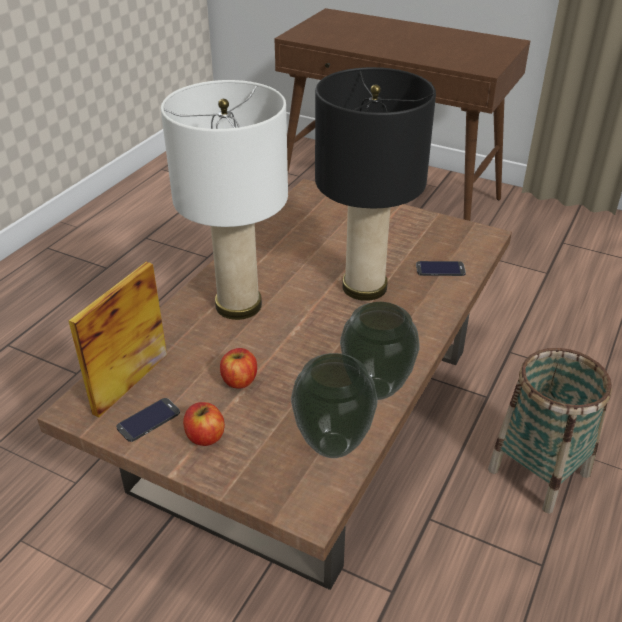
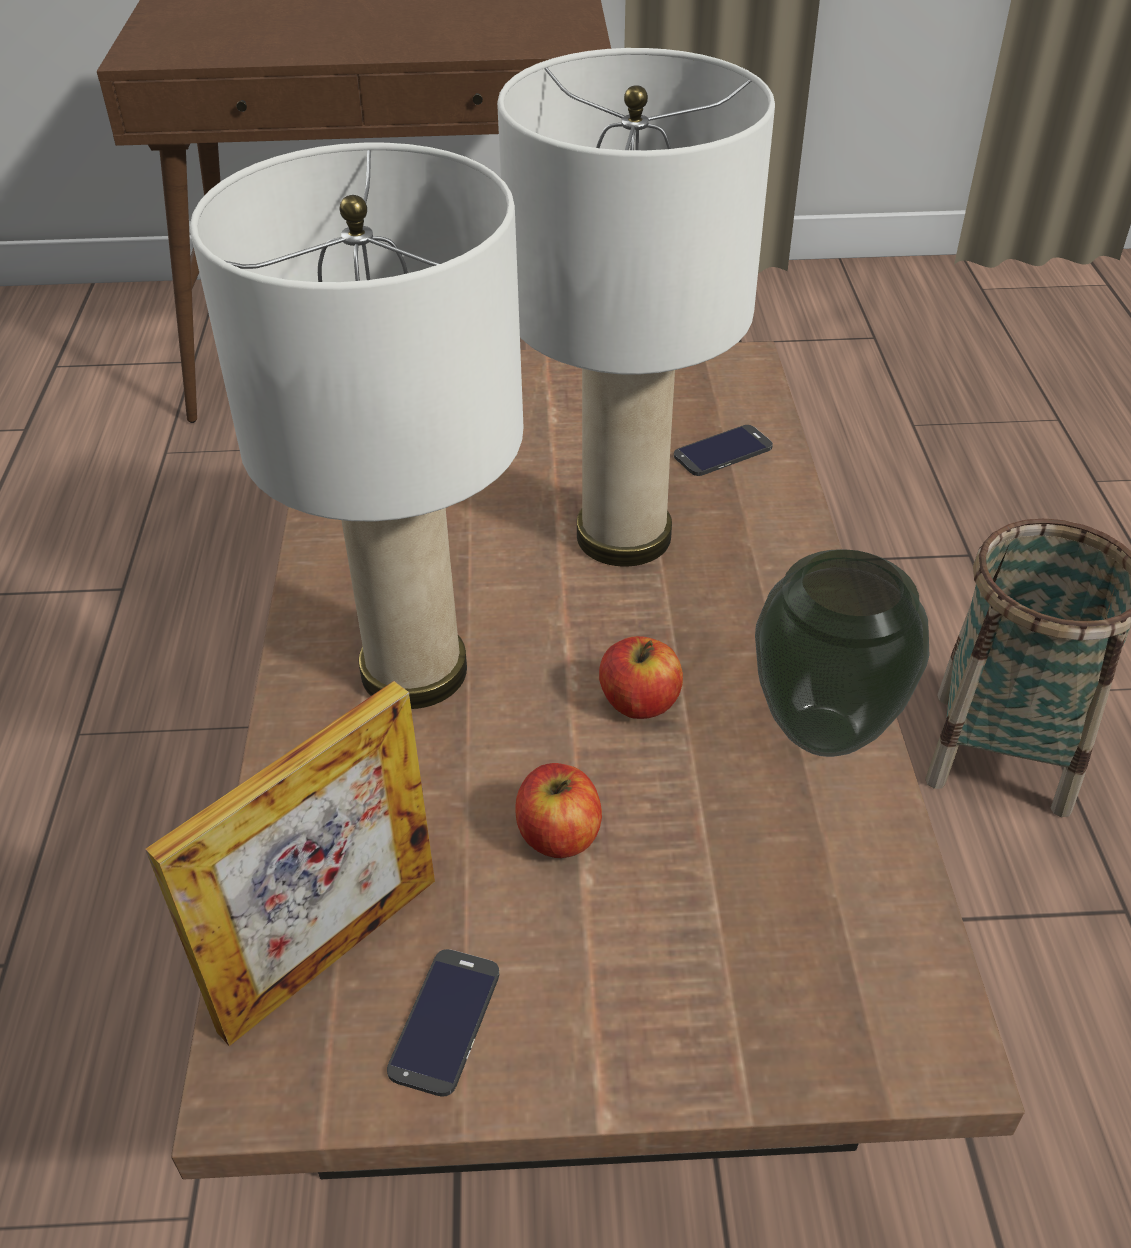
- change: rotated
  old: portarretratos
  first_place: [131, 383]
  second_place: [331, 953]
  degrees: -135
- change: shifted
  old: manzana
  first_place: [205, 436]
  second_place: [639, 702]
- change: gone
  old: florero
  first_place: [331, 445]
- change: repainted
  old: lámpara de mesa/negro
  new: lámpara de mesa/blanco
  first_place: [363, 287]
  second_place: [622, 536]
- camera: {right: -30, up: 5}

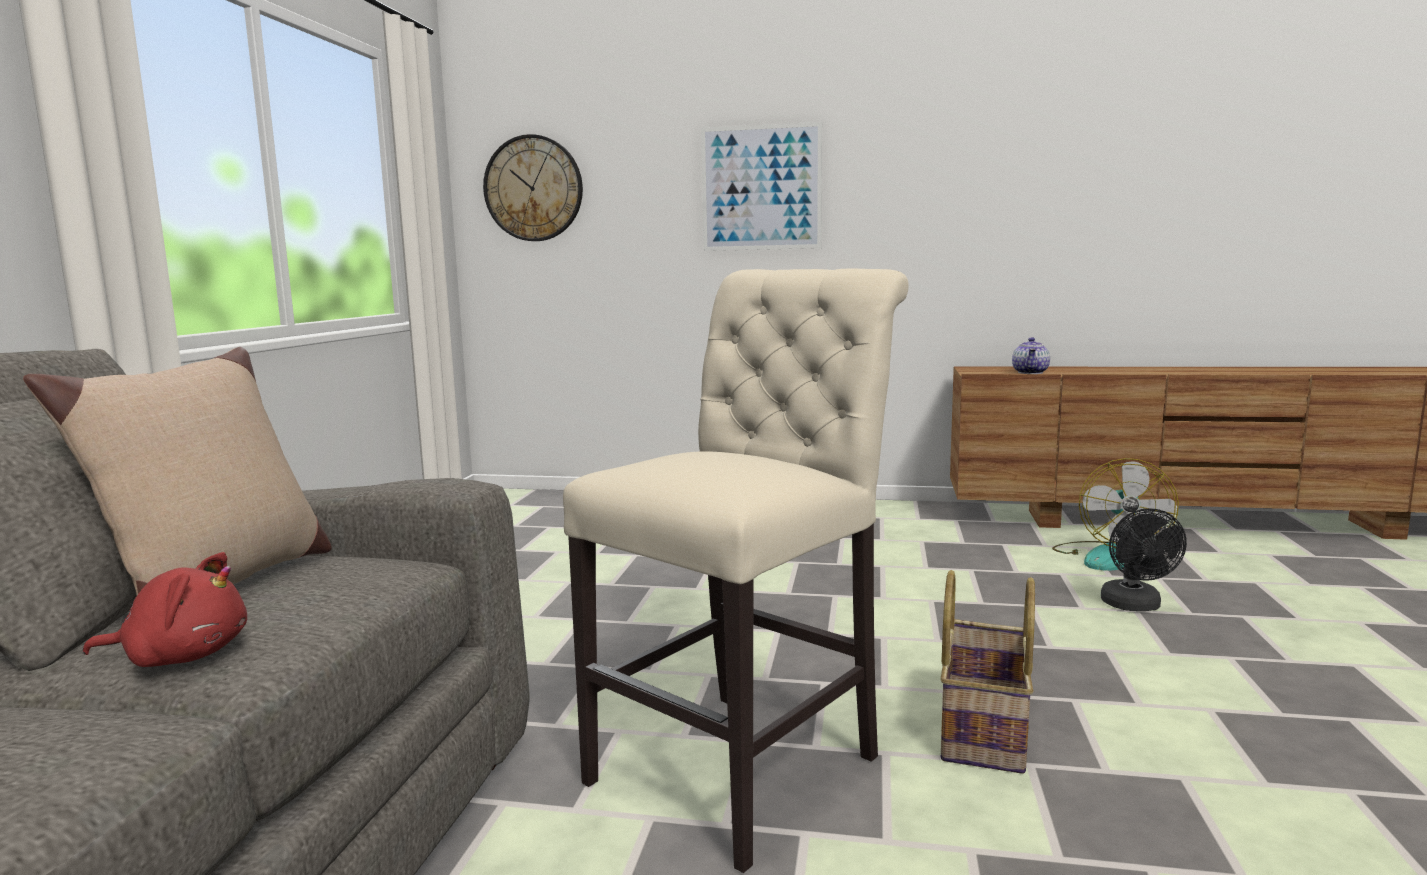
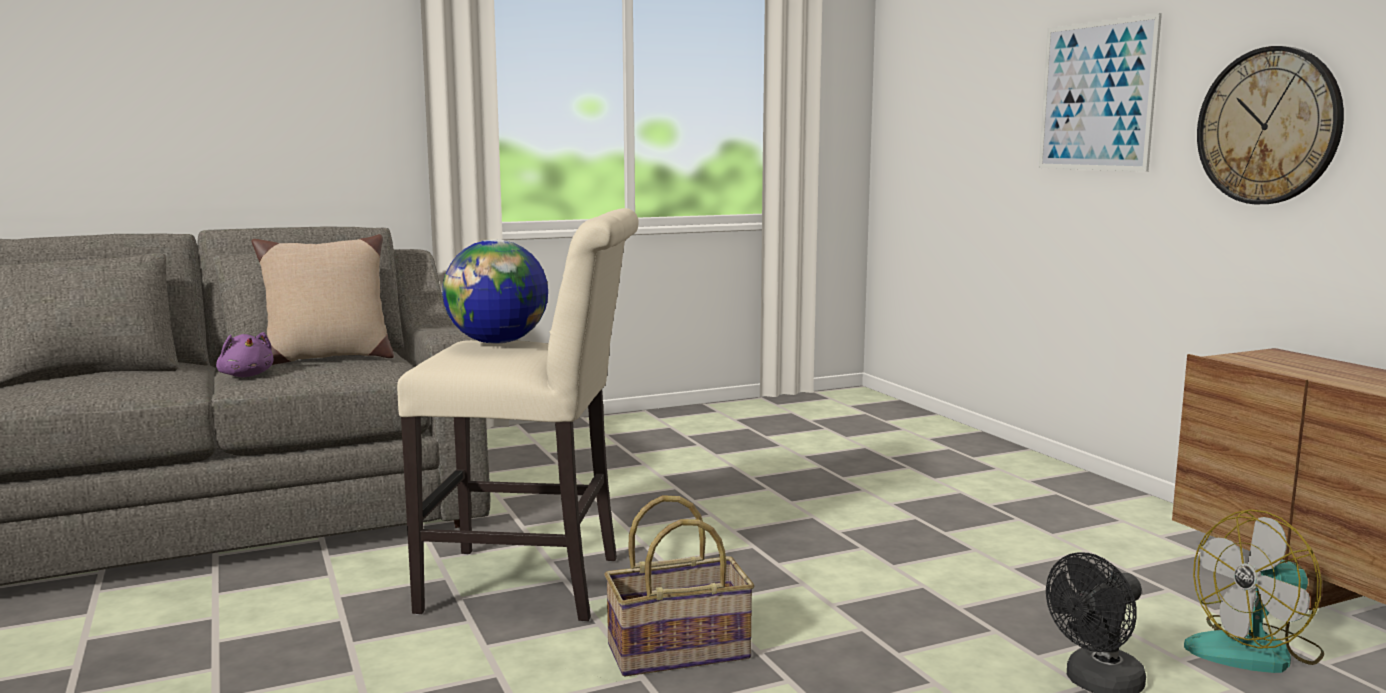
- change: repainted
  old: peluche/rojo
  new: peluche/morado
  first_place: [182, 656]
  second_place: [246, 375]
- change: shifted
  old: reloj de pared
  first_place: [533, 188]
  second_place: [1268, 126]
- change: gone
  old: tetera
  first_place: [1031, 372]
- change: new
  new: globo terráqueo
  second_place: [498, 343]
- camera: {right: 55, up: 0}

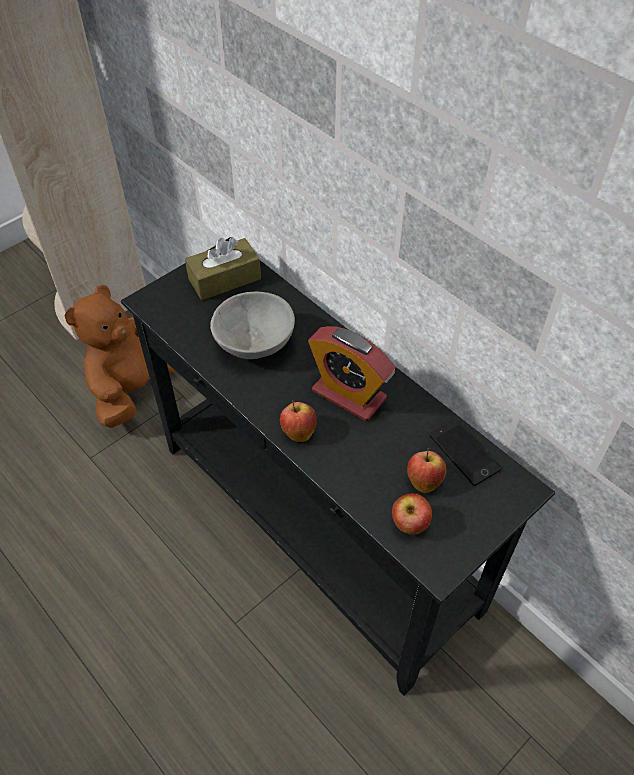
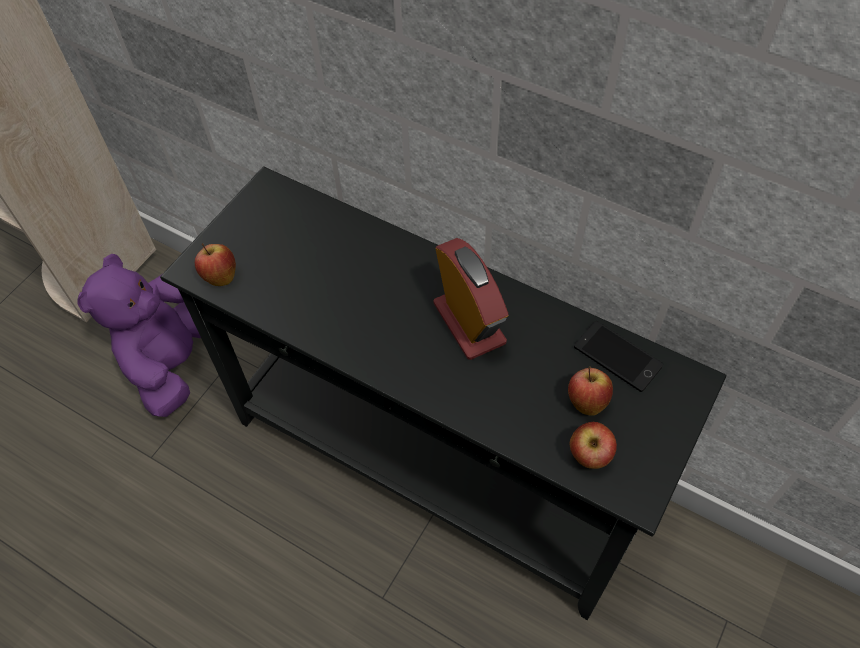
- change: repainted
  old: peluche/marrón
  new: peluche/morado
  first_place: [133, 388]
  second_place: [173, 361]
- change: gone
  old: caja de pañuelos/marrón
  first_place: [224, 279]
- change: gone
  old: cuenco/gris
  first_place: [255, 346]
- change: shifted
  old: manzana
  first_place: [298, 432]
  second_place: [220, 276]
- change: rotated
  old: despertador
  first_place: [349, 395]
  second_place: [469, 323]
  degrees: -135
- camera: {right: -15, up: 5}

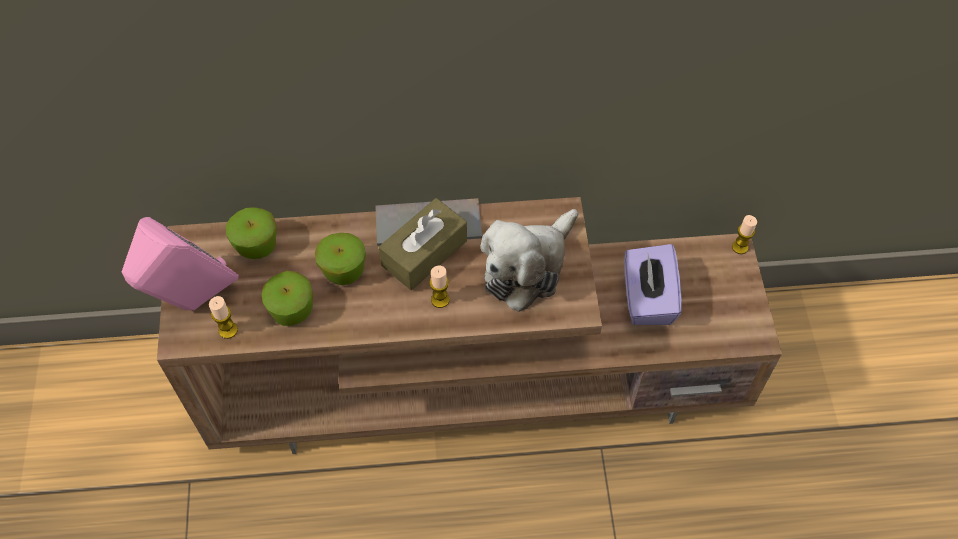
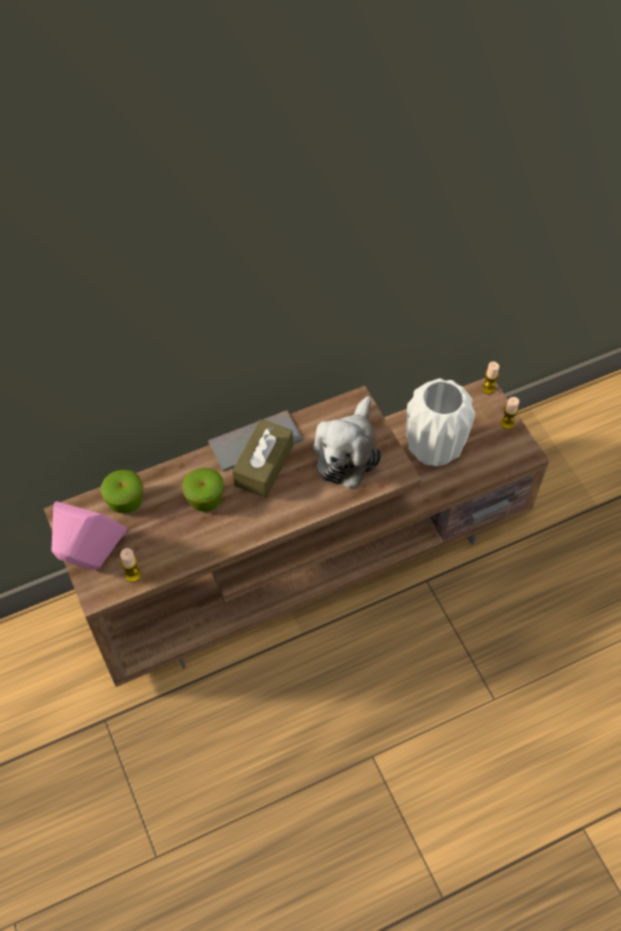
- change: gone
  old: manzana
  first_place: [292, 310]
- change: shifted
  old: vela
  first_place: [440, 300]
  second_place: [507, 423]
- change: swapped
  old: caja de pañuelos/morado
  new: florero/blanco
  first_place: [647, 298]
  second_place: [434, 450]
- camera: {right: -20, up: 0}

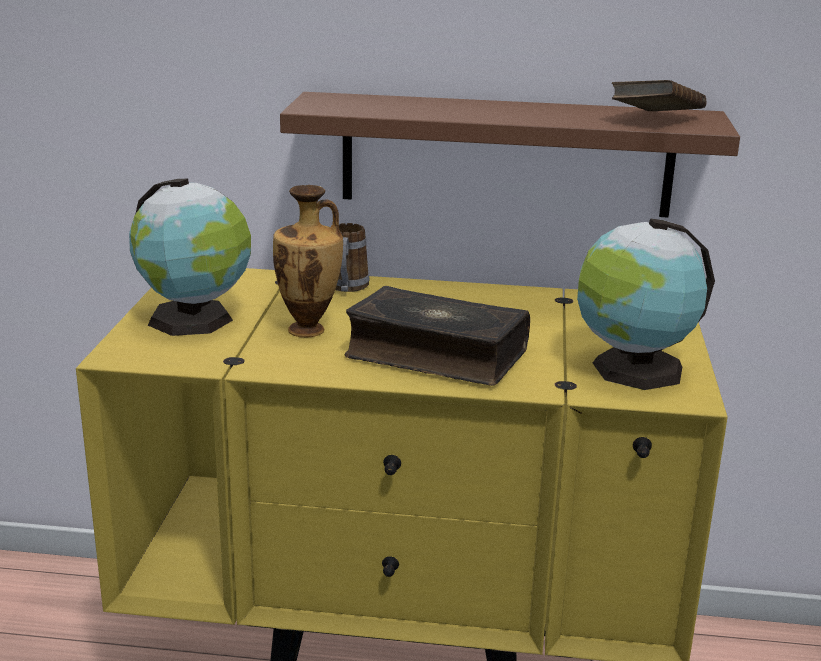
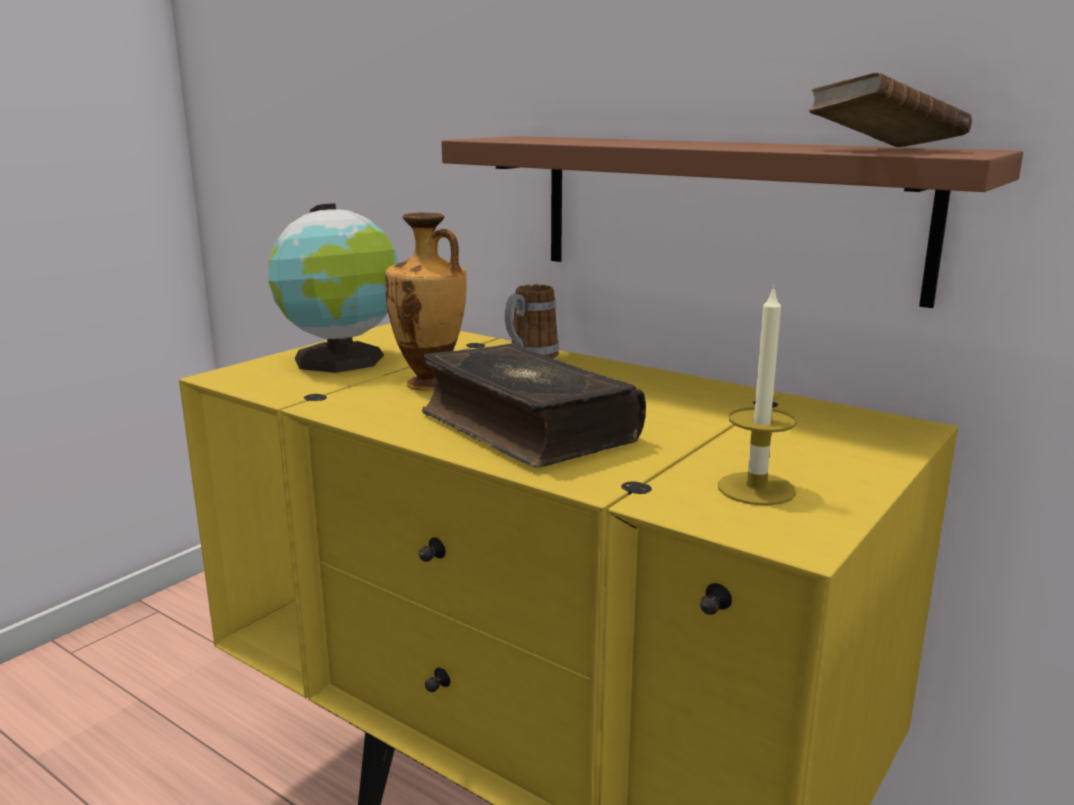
- change: swapped
  old: globo terráqueo
  new: vela
  first_place: [633, 370]
  second_place: [756, 489]
- camera: {right: 30, up: -5}

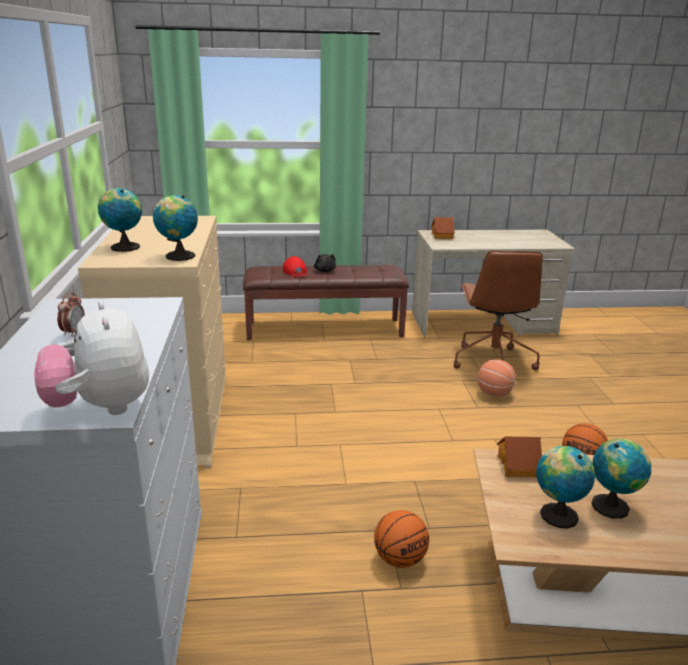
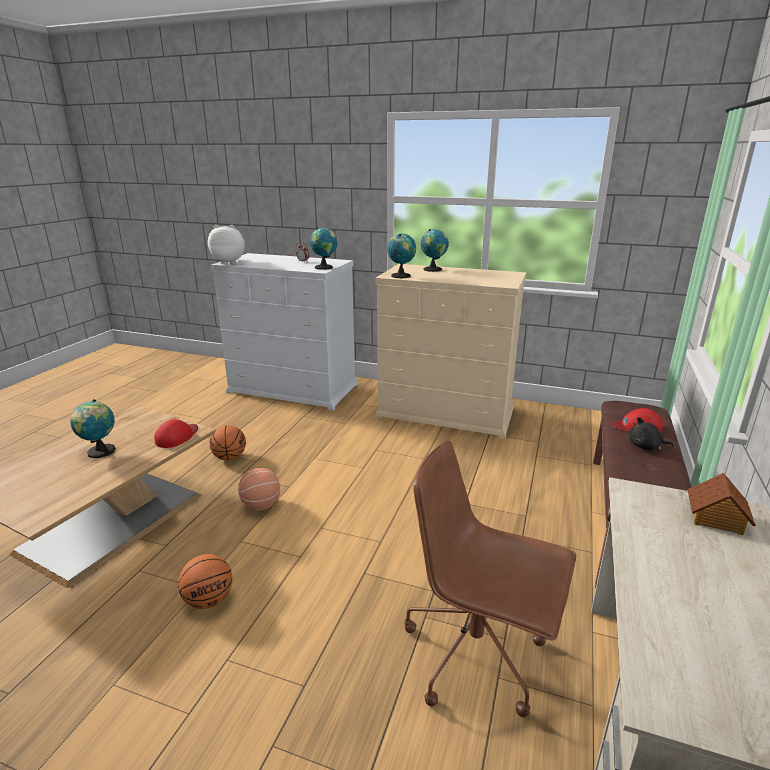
- change: shifted
  old: balón de baloncesto
  first_place: [494, 394]
  second_place: [261, 505]
- change: swapped
  old: casita
  new: gorra/rojo
  first_place: [518, 466]
  second_place: [177, 436]
- change: shifted
  old: globo terráqueo
  first_place: [556, 514]
  second_place: [325, 267]
- camera: {right: 115, up: 0}

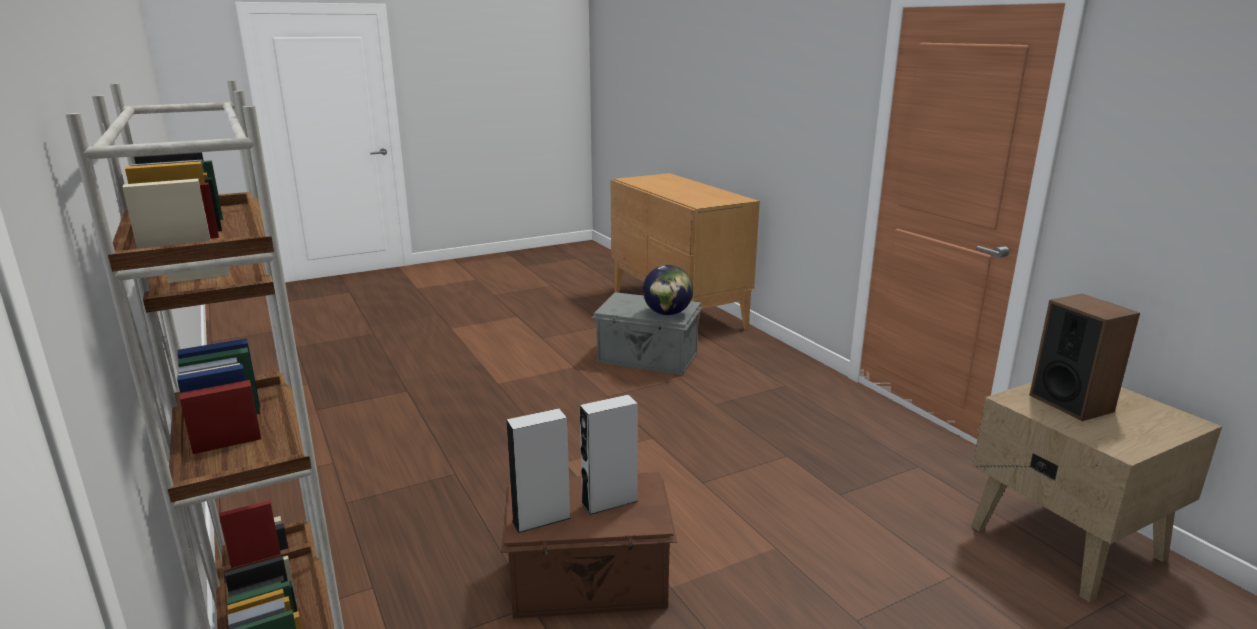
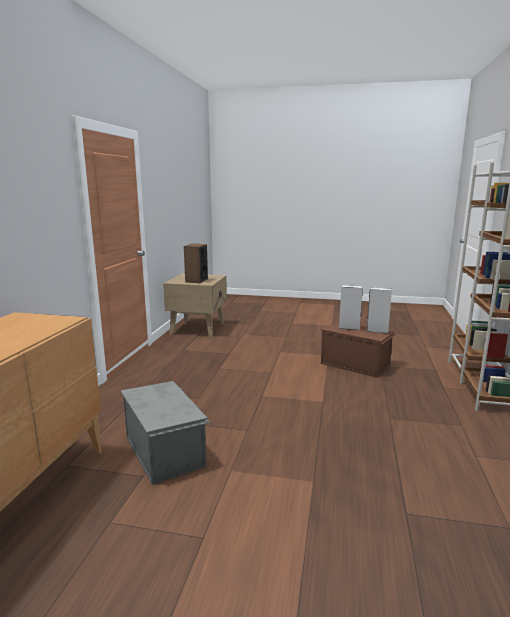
- change: gone
  old: globo terráqueo
  first_place: [667, 313]
- camera: {right: -140, up: -5}

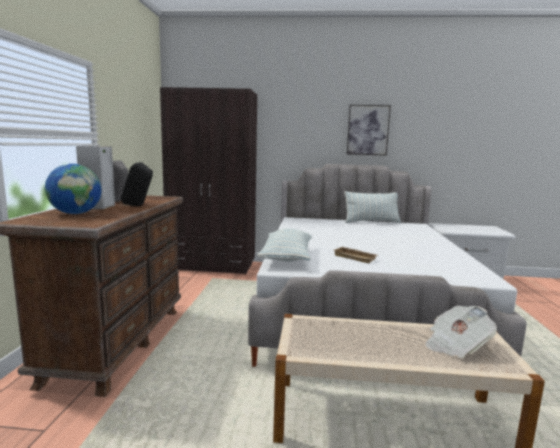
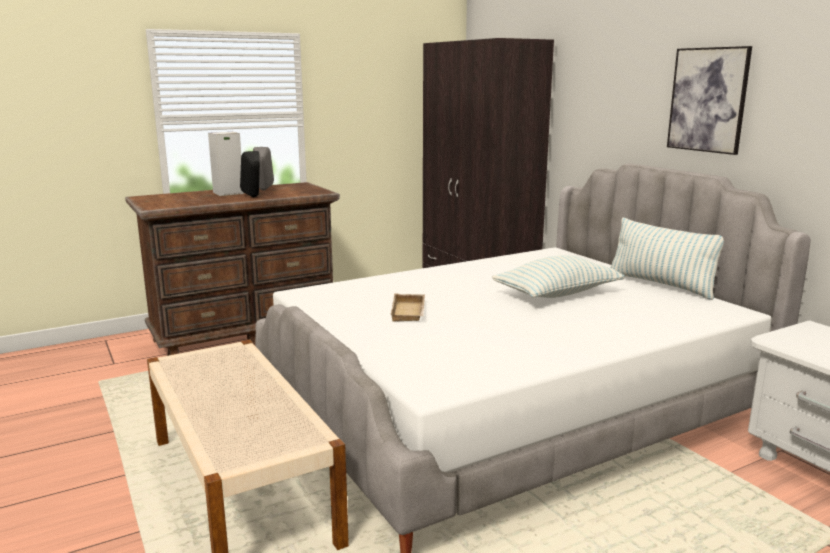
- change: gone
  old: globo terráqueo
  first_place: [76, 213]
- change: shifted
  old: cojín
  first_place: [286, 257]
  second_place: [557, 294]
- change: gone
  old: periódico
  first_place: [456, 346]
- camera: {right: 55, up: 5}

